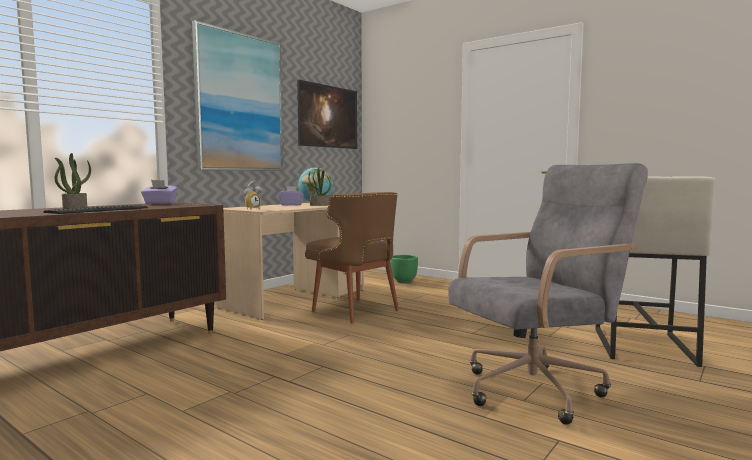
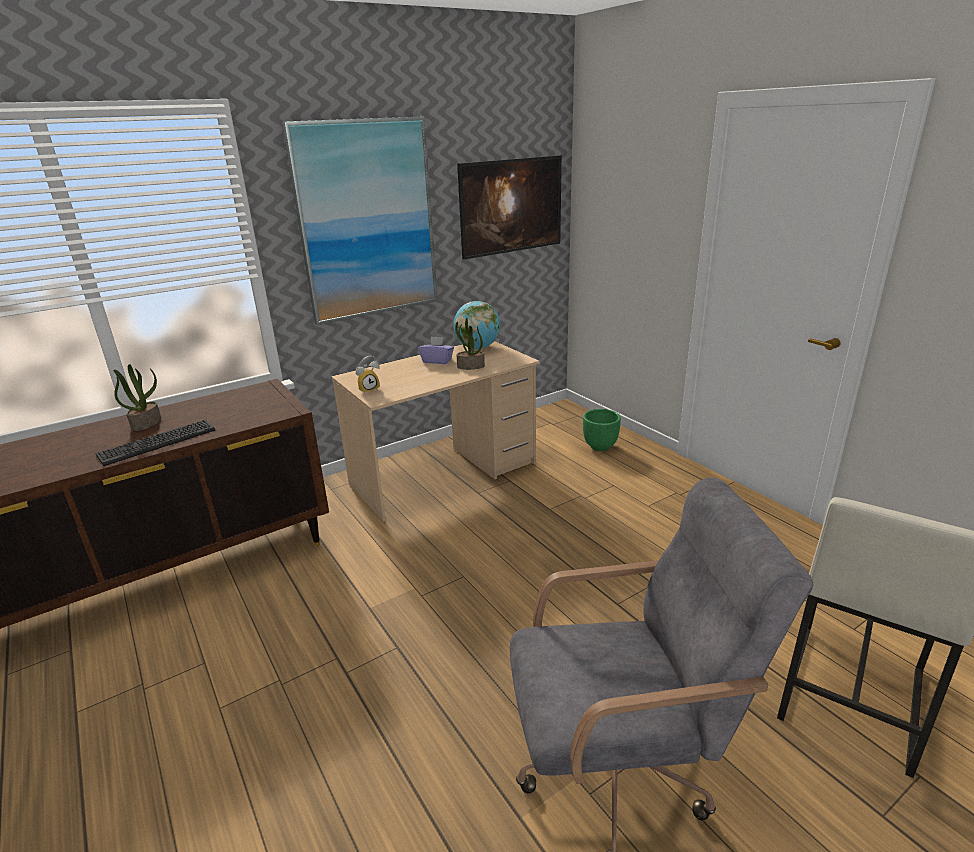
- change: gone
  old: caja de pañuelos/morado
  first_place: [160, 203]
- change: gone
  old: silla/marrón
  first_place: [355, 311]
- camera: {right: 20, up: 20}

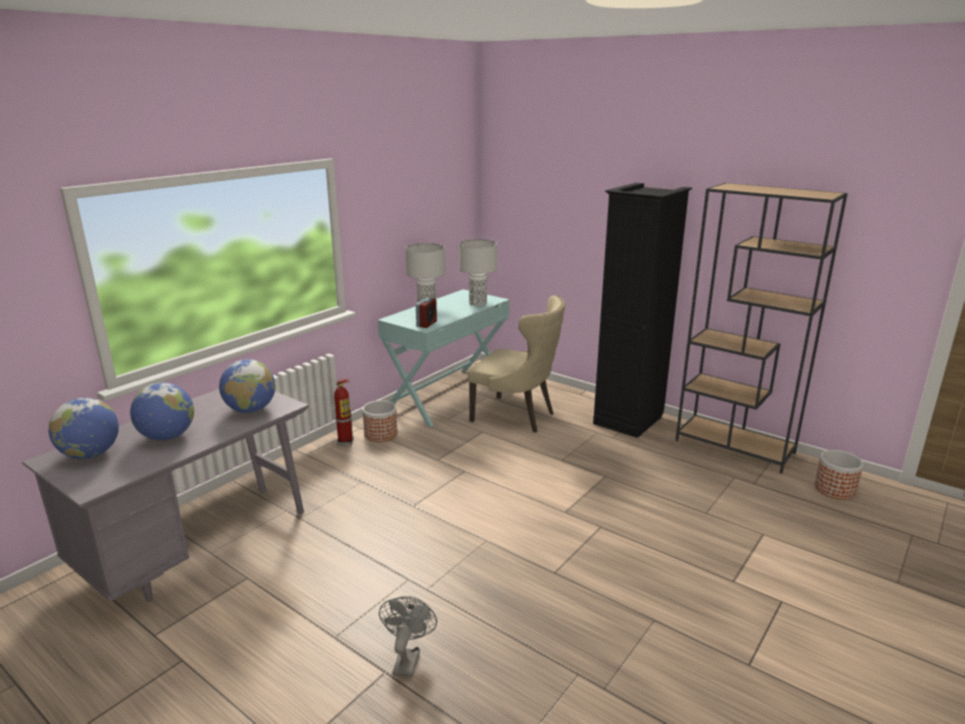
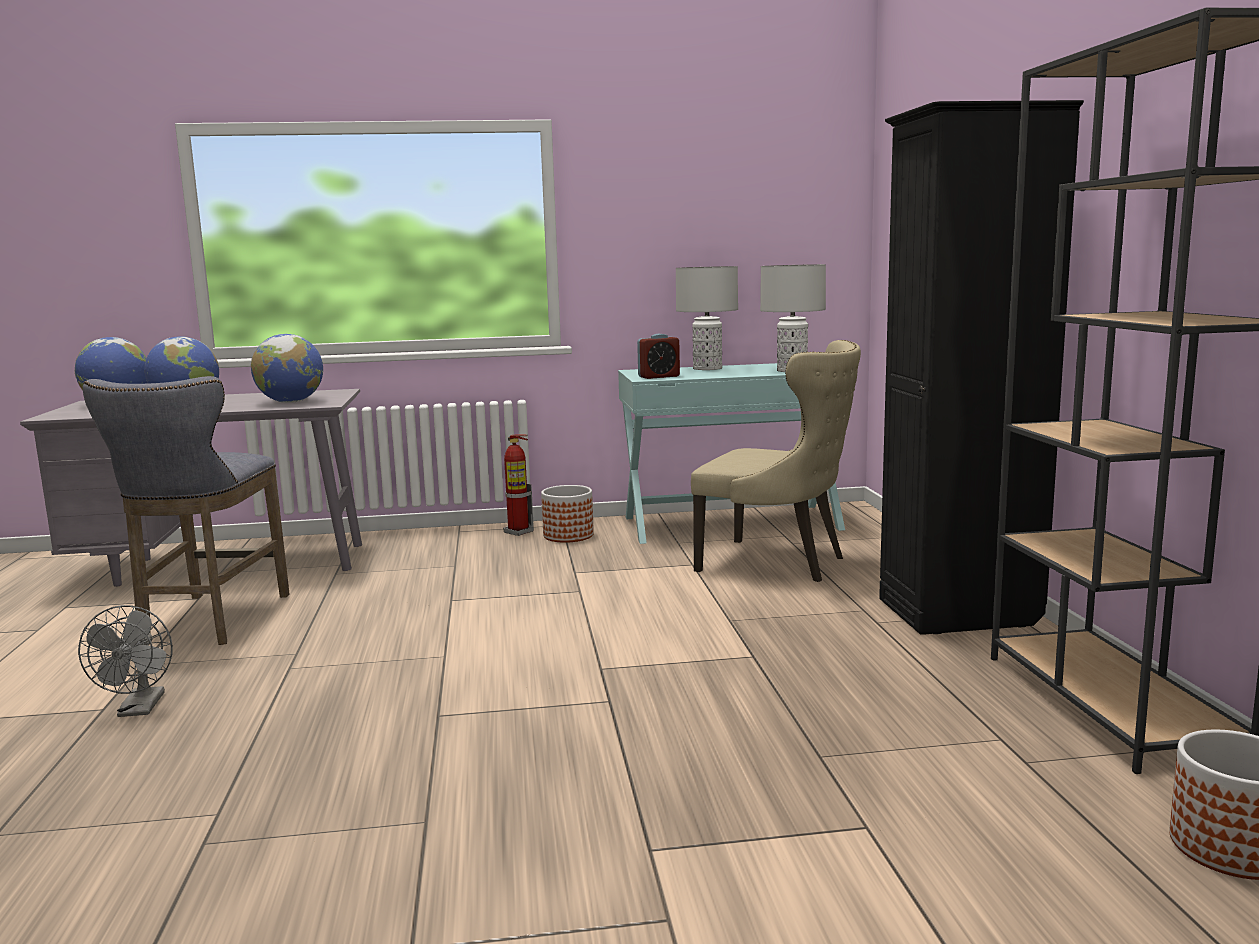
- change: rotated
  old: ventilador/gris
  first_place: [407, 659]
  second_place: [139, 709]
  degrees: 120
- change: rotated
  old: silla/beis
  first_place: [517, 416]
  second_place: [778, 562]
  degrees: -45
- change: new
  new: taburete/gris
  second_place: [209, 622]
- camera: {right: 45, up: -10}

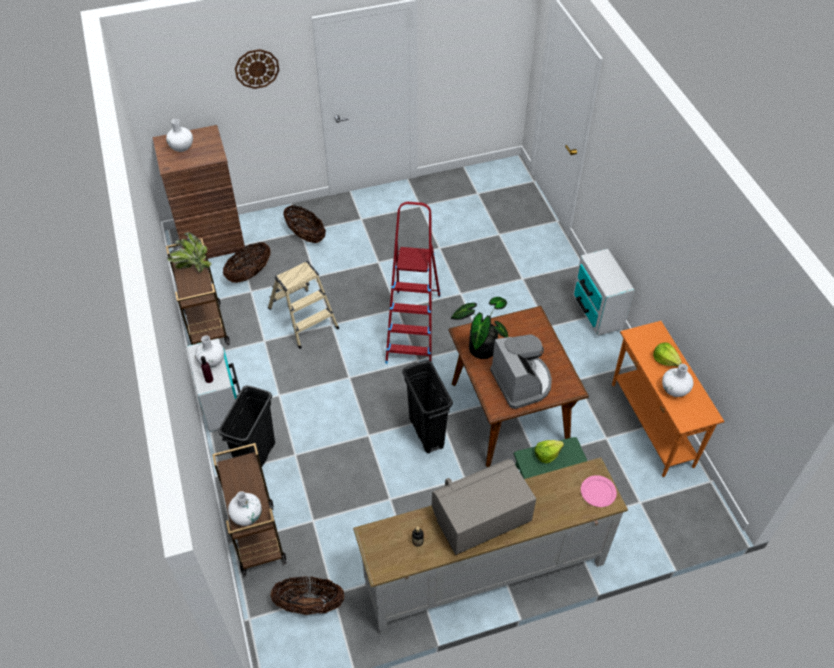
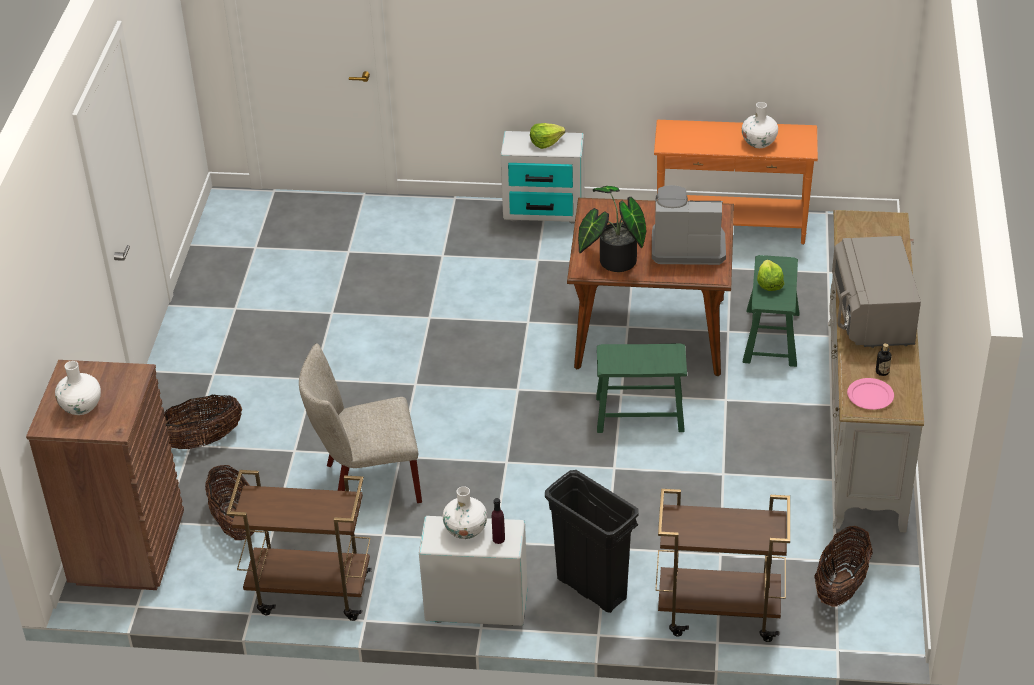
- change: gone
  old: planta en maceta
  first_place: [191, 265]
- change: gone
  old: florero/blanco
  first_place: [247, 515]
- change: gone
  old: reloj de pared
  first_place: [257, 68]
- change: swapped
  old: escalera de tijera/beis
  new: silla/beis
  first_place: [303, 317]
  second_place: [366, 483]
- change: gone
  old: escalera de tijera/rojo
  first_place: [413, 328]
- change: swapped
  old: papelera/negro
  new: taburete/verde
  first_place: [426, 432]
  second_place: [640, 413]
- change: shifted
  old: plato/rosa
  first_place: [598, 492]
  second_place: [870, 396]
- change: shifted
  old: lechuga
  first_place: [665, 360]
  second_place: [545, 142]
- camera: {right: -65, up: -10}

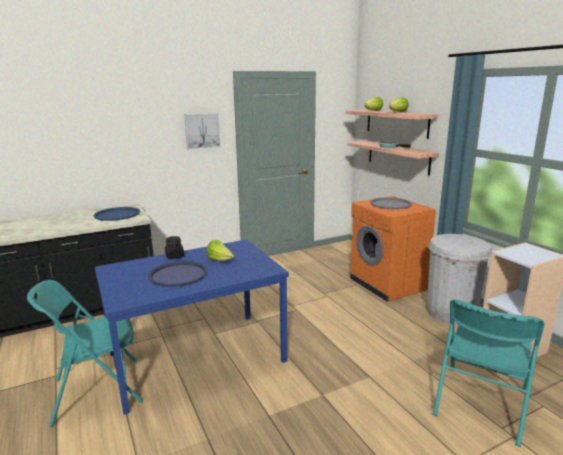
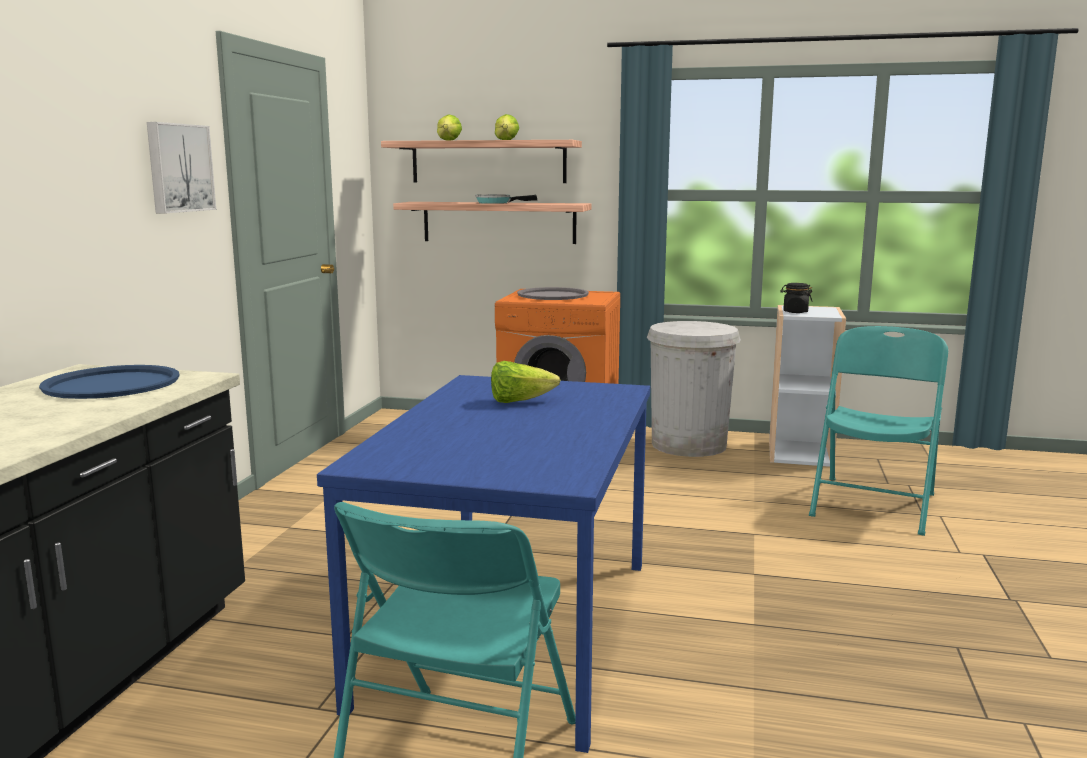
- change: gone
  old: bandeja/azul
  first_place: [178, 274]
- change: shifted
  old: tarro/negro
  first_place: [174, 256]
  second_place: [795, 312]
- change: rotated
  old: silla/turquesa
  first_place: [480, 403]
  second_place: [873, 505]
  degrees: -135
- camera: {right: -50, up: -5}

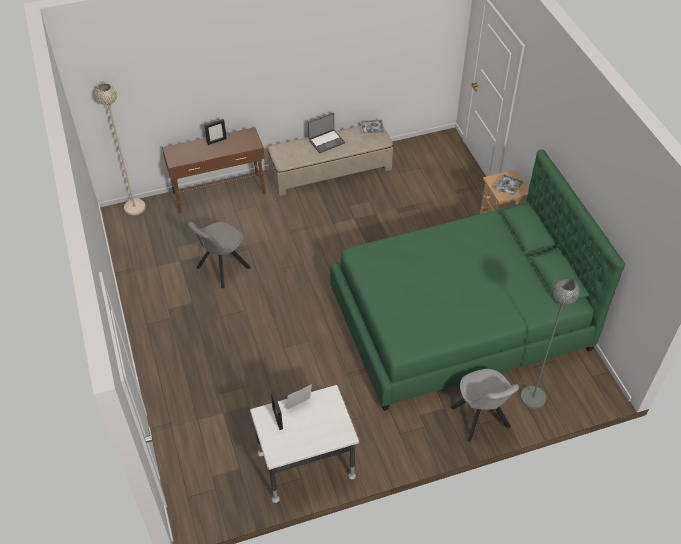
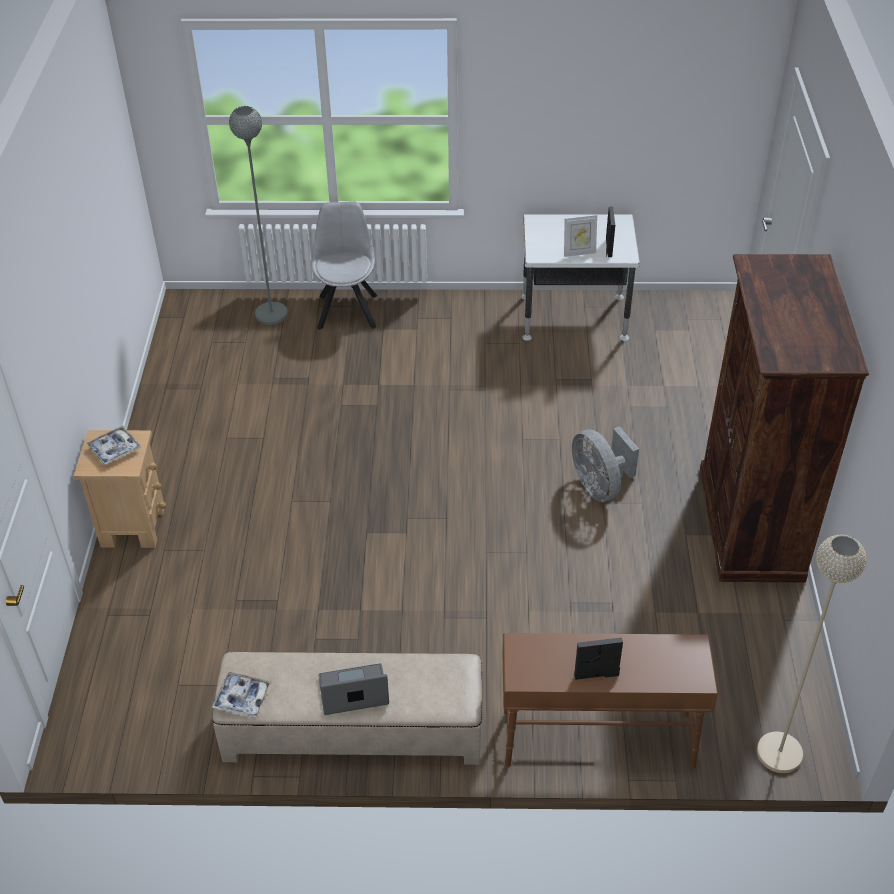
- change: gone
  old: silla/gris
  first_place: [222, 268]
- change: gone
  old: cama/verde
  first_place: [459, 320]
- change: new
  new: ventilador/gris
  second_place: [600, 486]
- change: new
  new: armario ropero/marrón
  second_place: [749, 522]
- camera: {right: -160, up: -5}

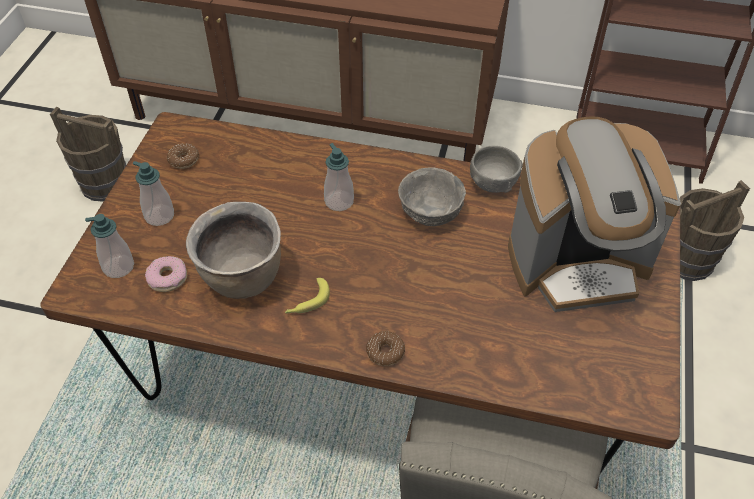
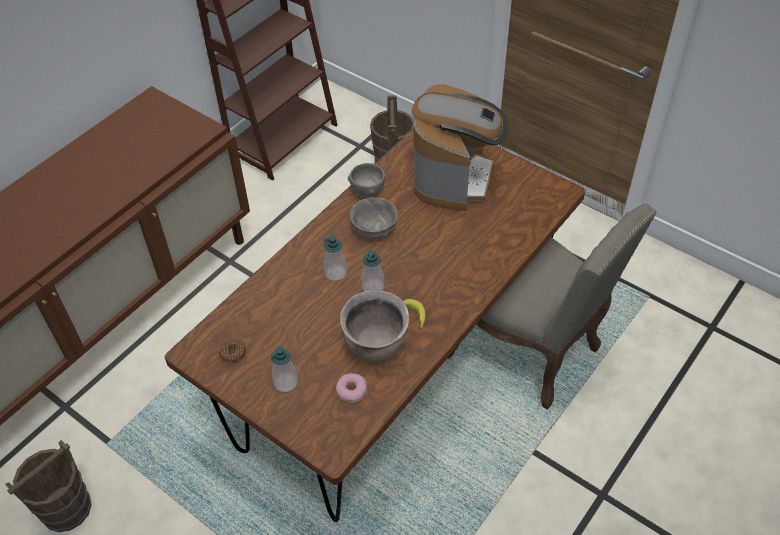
- change: shifted
  old: dispensador de jabón
  first_place: [118, 267]
  second_place: [373, 287]
- change: gone
  old: rosquilla
  first_place: [385, 352]
- camera: {right: -65, up: 0}

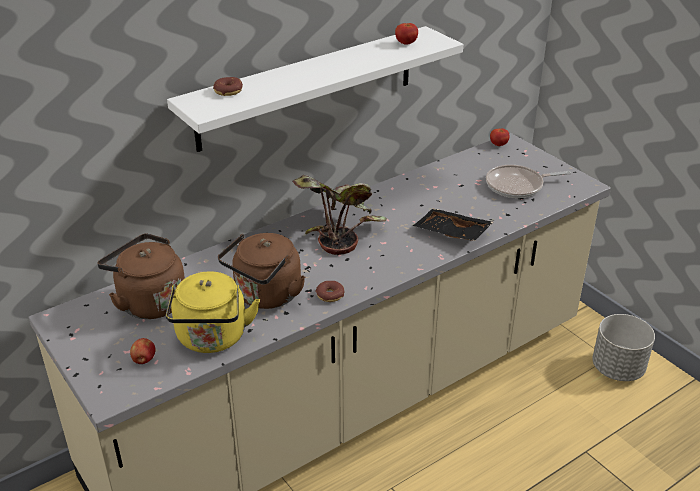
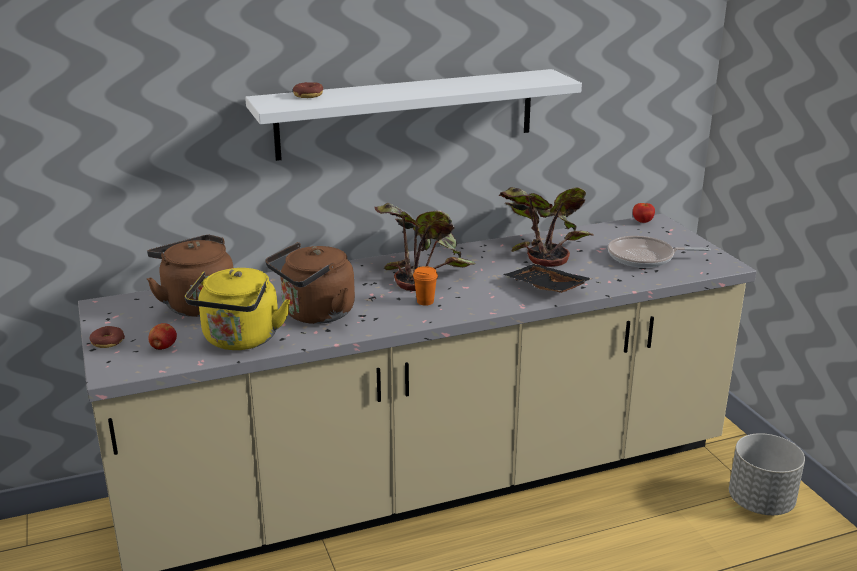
- change: shifted
  old: rosquilla
  first_place: [330, 295]
  second_place: [107, 342]
- change: gone
  old: tomate
  first_place: [406, 43]
- change: new
  new: taza/naranja
  second_place: [425, 301]
- change: new
  new: planta en maceta
  second_place: [540, 248]
- camera: {right: 15, up: -10}

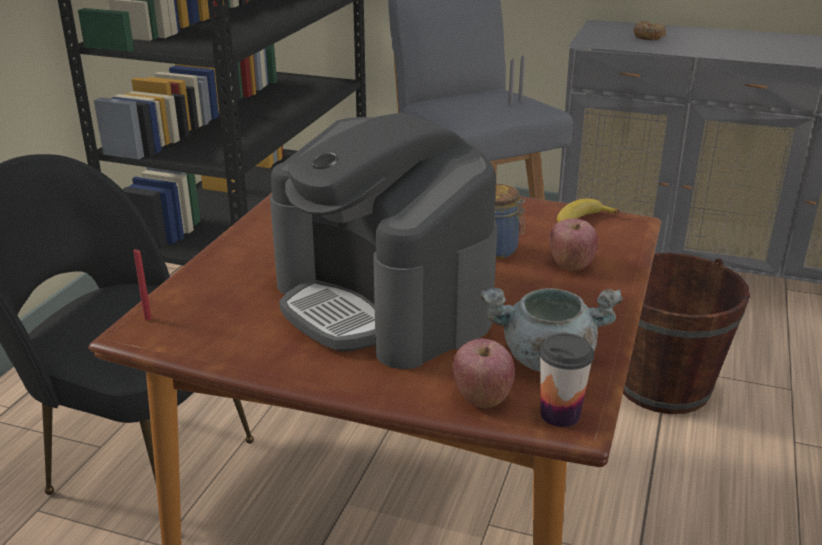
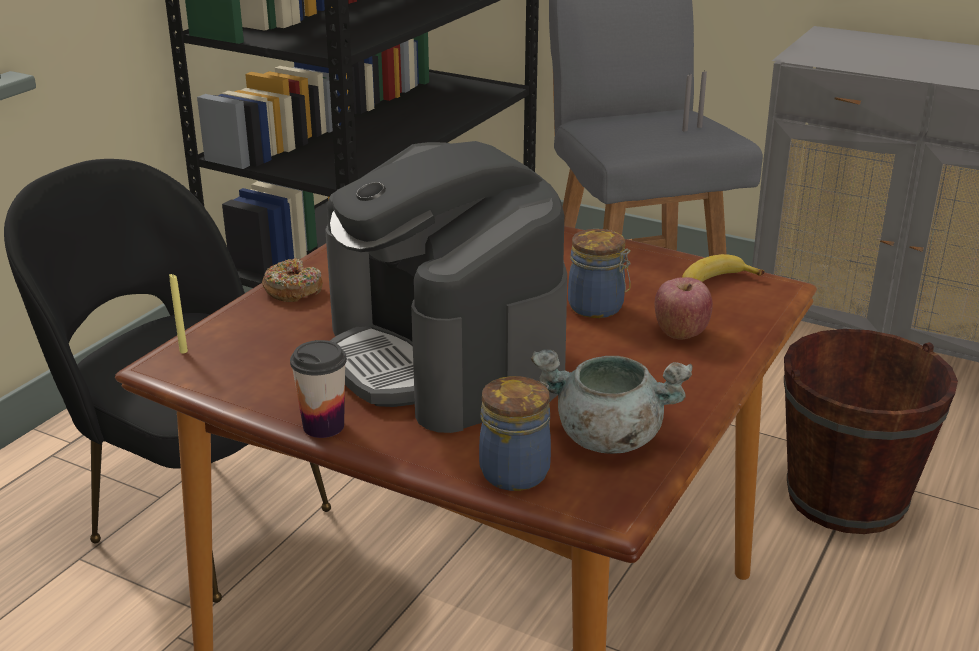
- change: repainted
  old: vela/rojo
  new: vela/amarillo
  first_place: [148, 318]
  second_place: [183, 351]
- change: swapped
  old: manzana
  new: tarro
  first_place: [482, 397]
  second_place: [517, 471]
- change: shifted
  old: taza
  first_place: [560, 414]
  second_place: [323, 426]
- change: shifted
  old: rosquilla
  first_place: [648, 36]
  second_place: [292, 290]
- camera: {right: 10, up: 0}

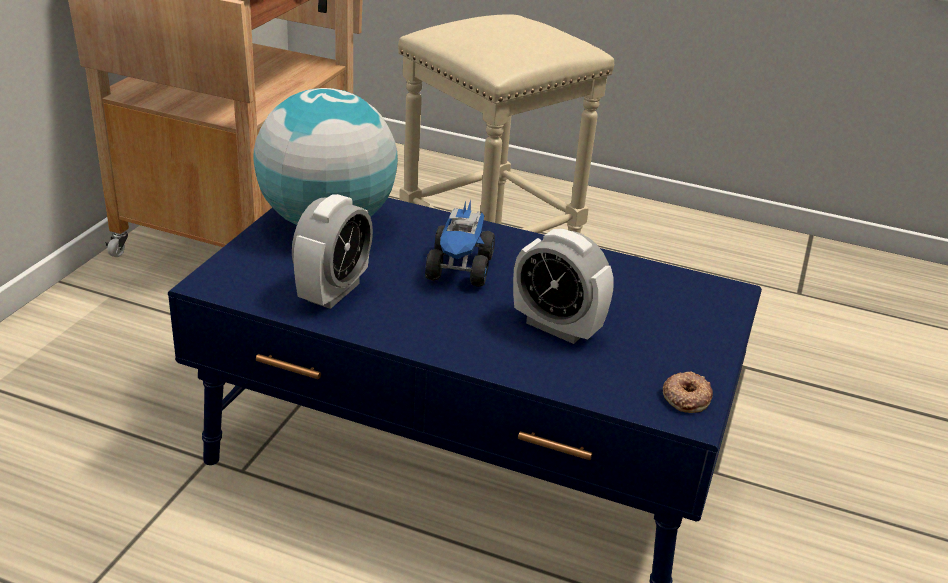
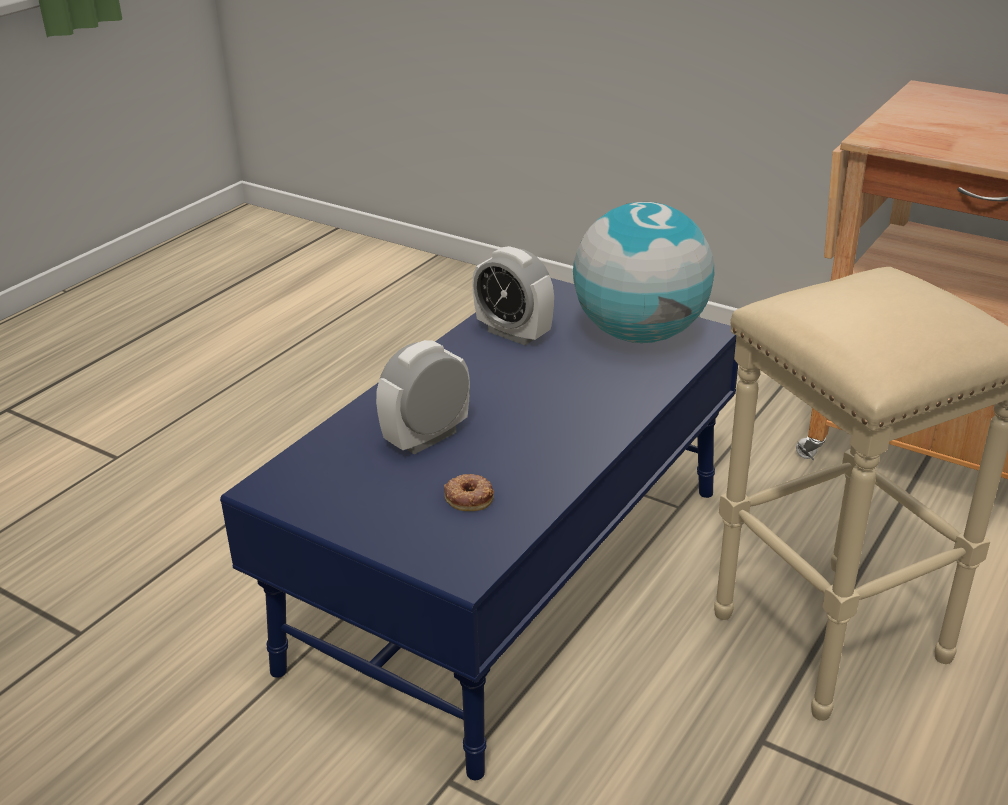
- change: gone
  old: camión de juguete
  first_place: [460, 269]
- change: shifted
  old: rosquilla
  first_place: [686, 397]
  second_place: [469, 497]
- camera: {right: 105, up: 0}

